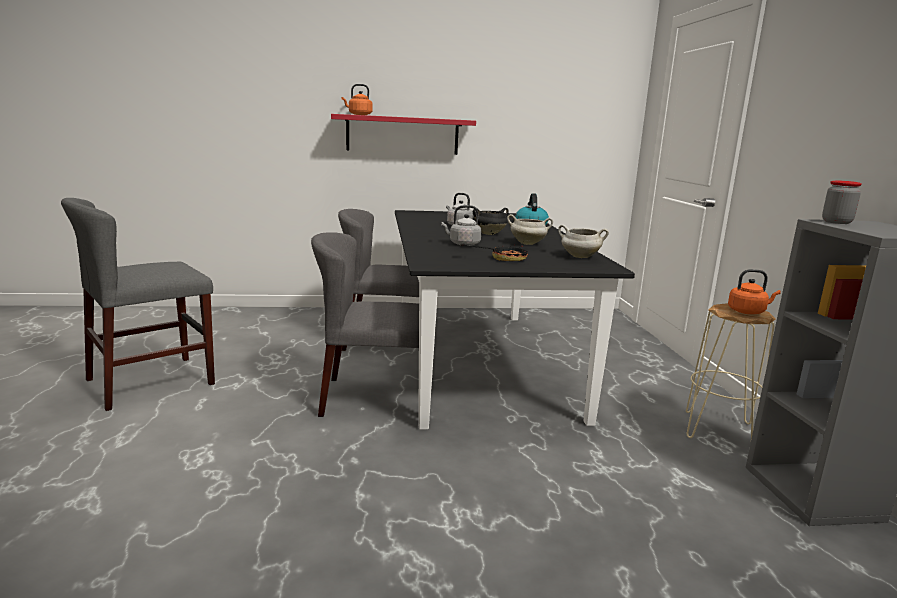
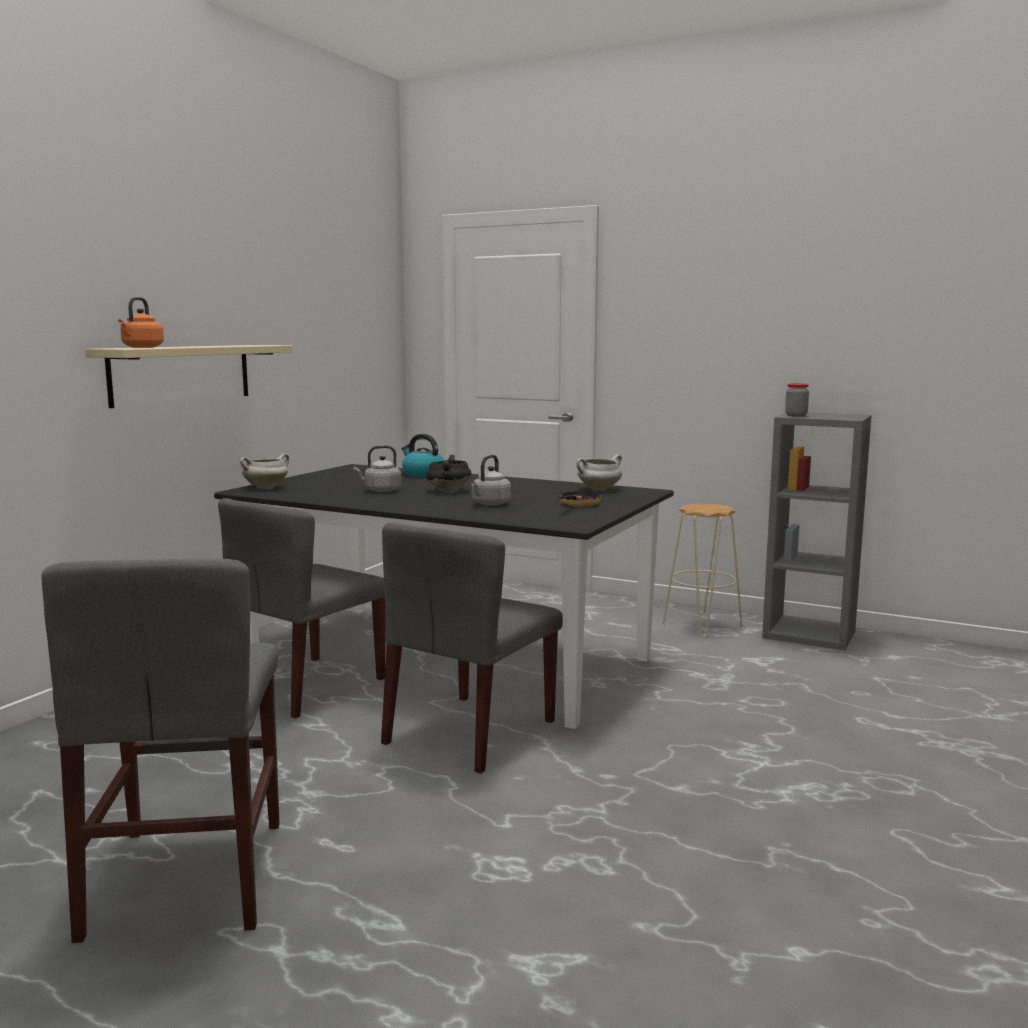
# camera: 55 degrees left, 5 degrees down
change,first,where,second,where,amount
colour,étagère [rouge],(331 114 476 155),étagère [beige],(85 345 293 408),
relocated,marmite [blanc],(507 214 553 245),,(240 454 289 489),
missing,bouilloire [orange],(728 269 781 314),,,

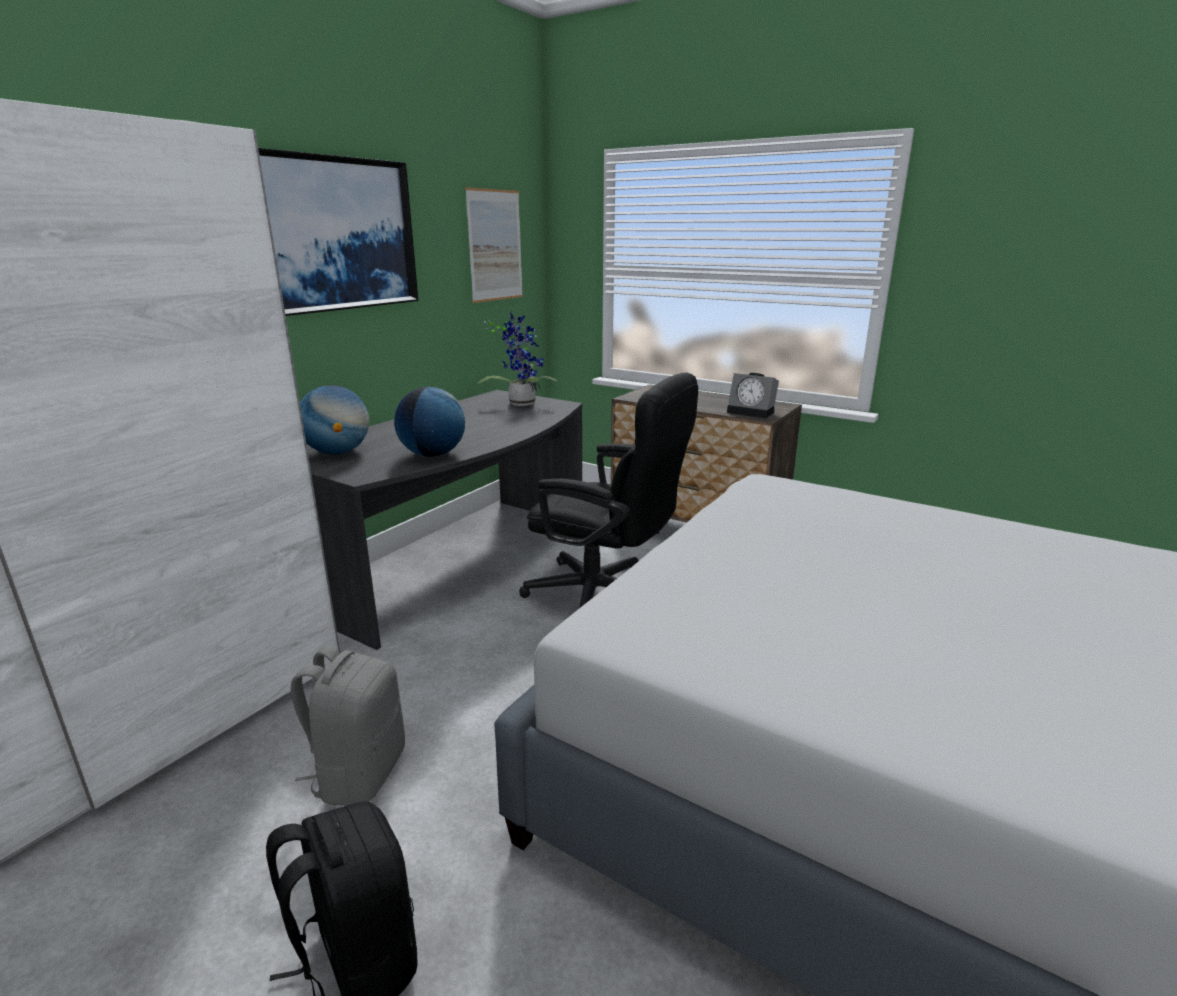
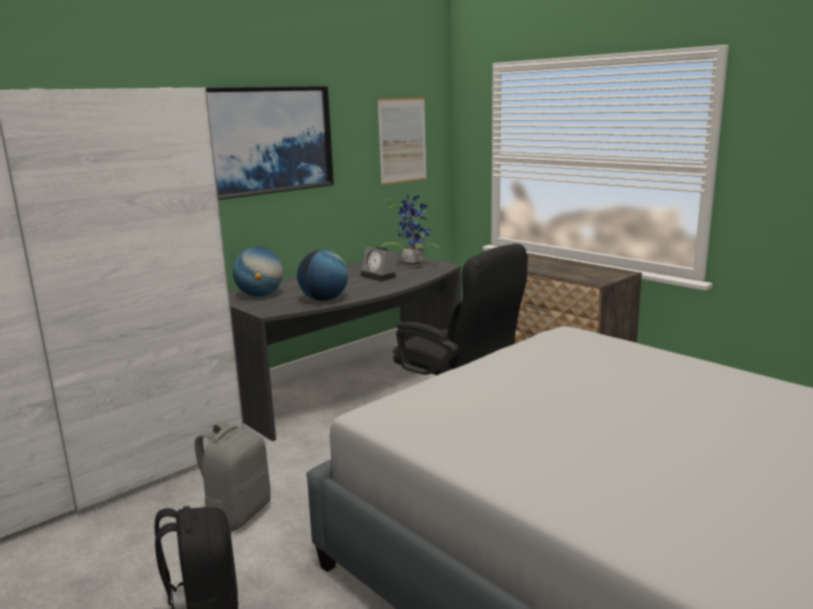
# camera: 15 degrees right, 5 degrees down
change,first,where,second,where,amount
relocated,réveil,(727 373 779 418),,(361 246 398 281),

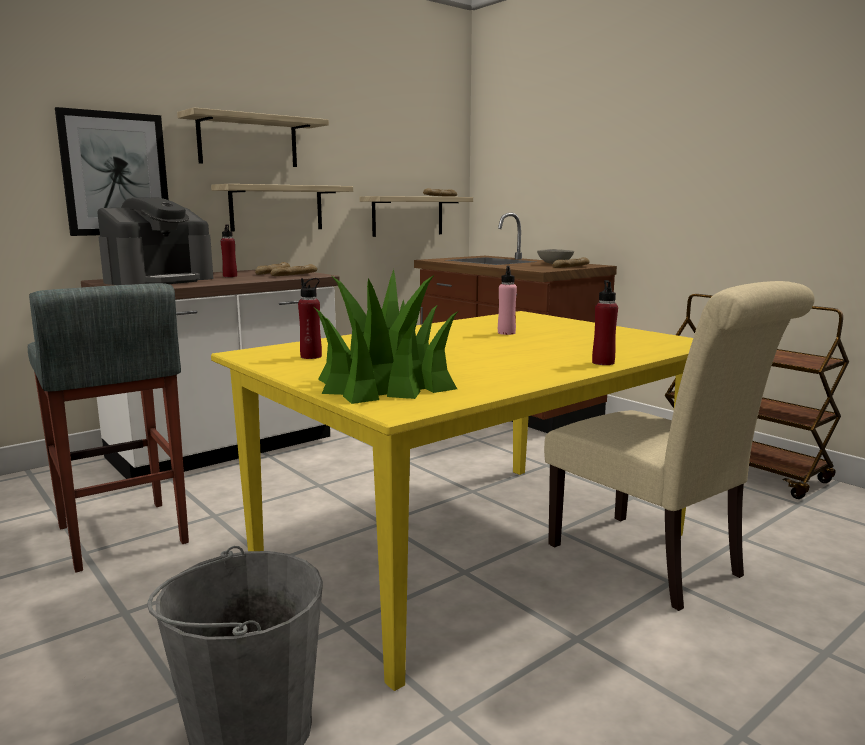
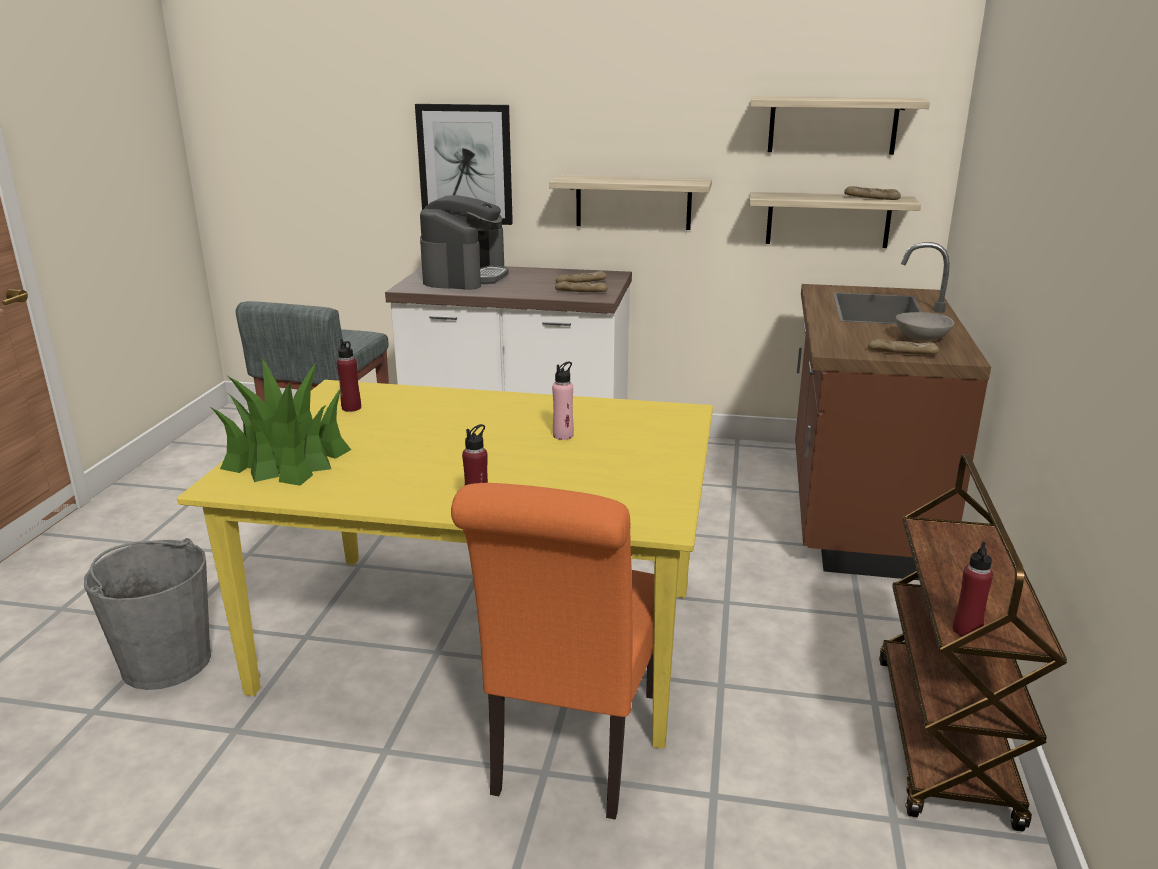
# camera: 50 degrees right, 10 degrees up
change,first,where,second,where,amount
relocated,étagère,(177 107 329 167),,(751 96 930 155),
spun,machine à café,(97 197 213 285),,(420 195 509 290),75 degrees counterclockwise
relocated,bouteille [rouge],(221 225 237 277),,(953 541 993 637),
colour,chaise [beige],(544 281 815 611),chaise [orange],(451 483 654 820),

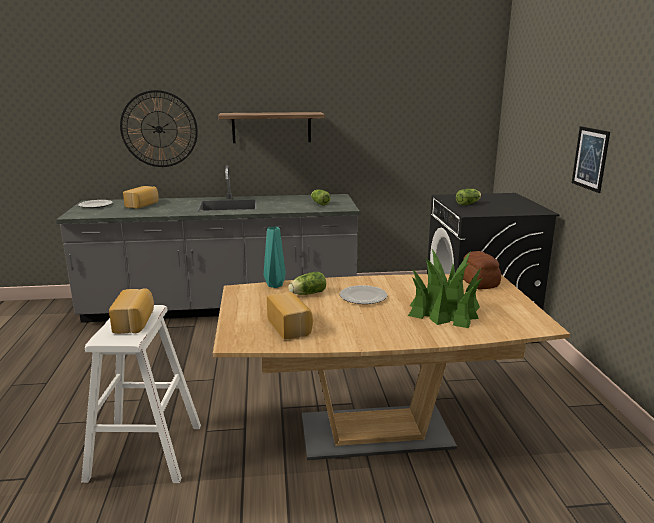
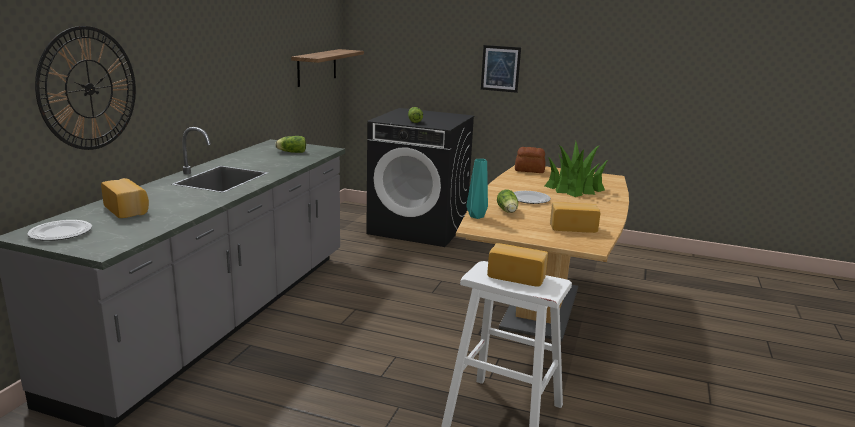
# camera: 65 degrees left, 0 degrees up
change,first,where,second,where,amount
relocated,étagère,(218 112 325 143),,(291 49 364 87),

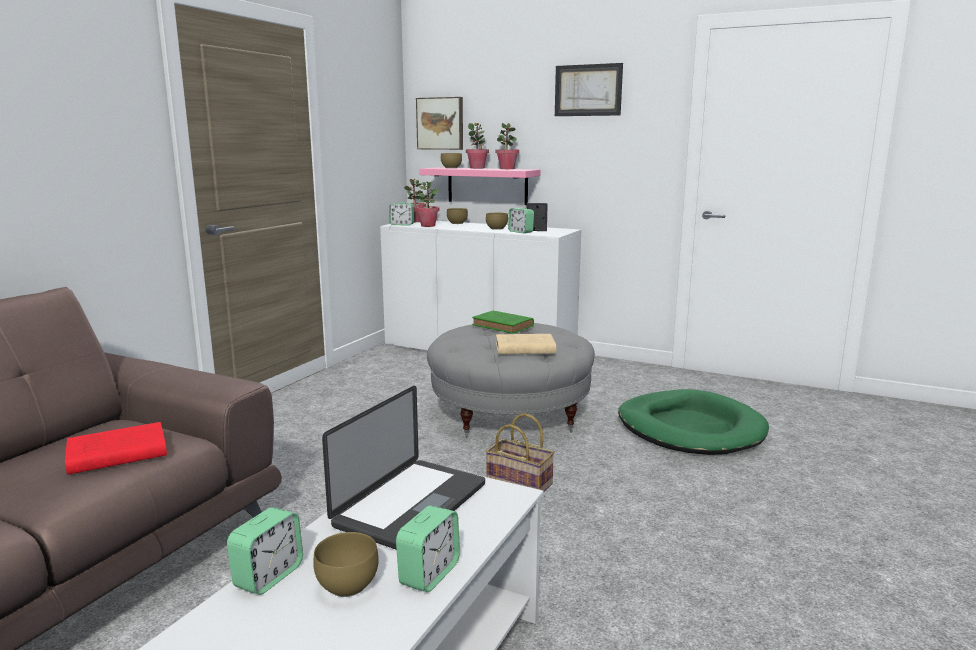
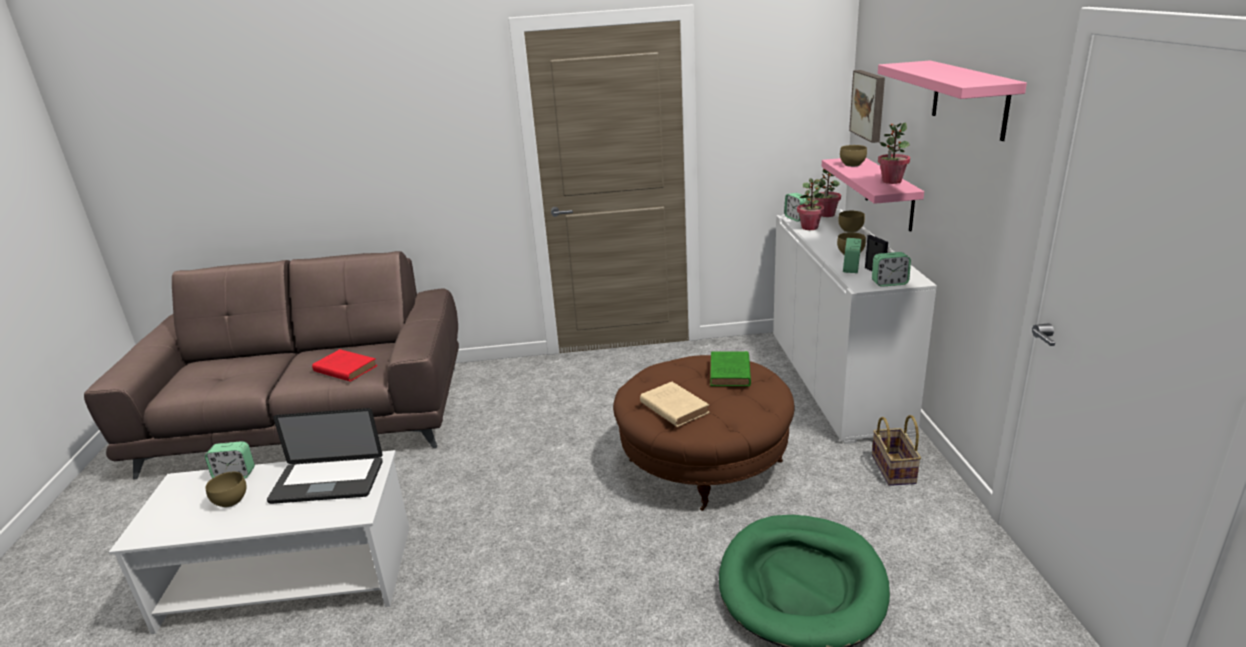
# camera: 60 degrees right, 10 degrees up
change,first,where,second,where,amount
exchanged,tableau,(555 63 623 116),étagère [rose],(878 61 1027 141),
missing,plante en pot,(466 123 489 169),,,
colour,pouf [gris],(427 323 595 438),pouf [marron],(613 355 795 511),
relocated,panier,(486 413 555 493),,(872 415 921 486),
relocated,réveil,(396 505 460 592),,(872 252 911 287),

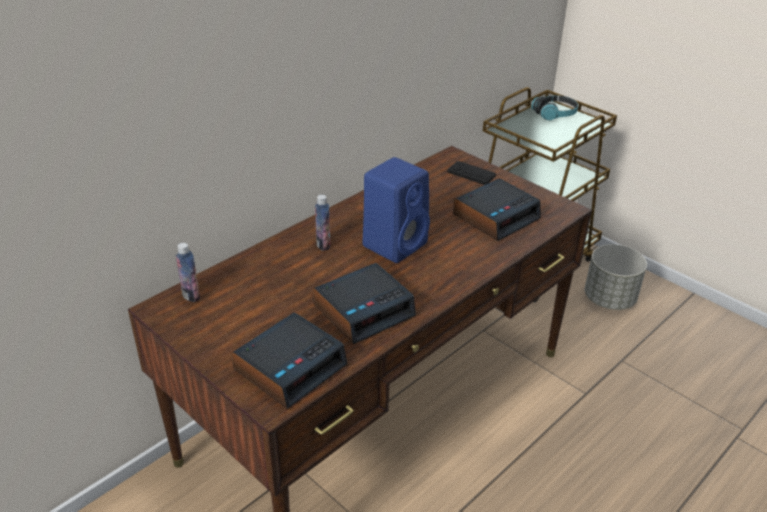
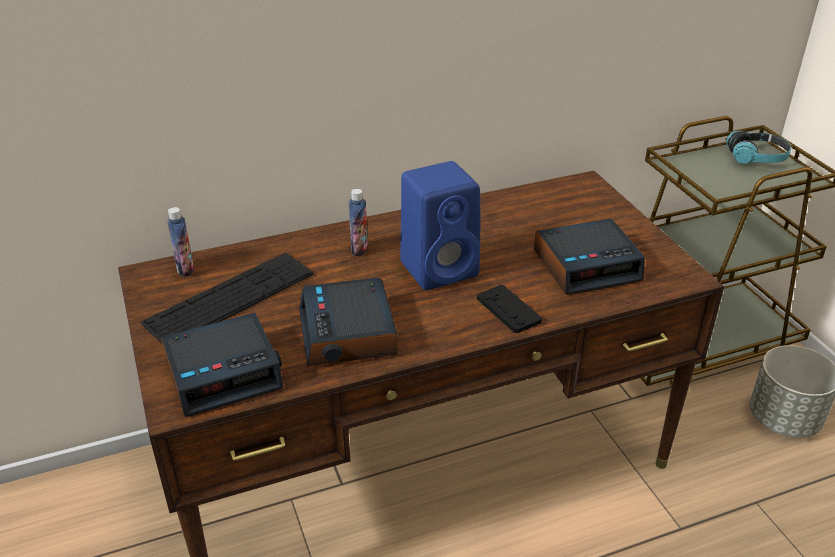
# camera: 25 degrees right, 0 degrees up
change,first,where,second,where,amount
relocated,manette [noir],(447 161 496 185),,(477 285 542 333),
spun,réveil,(313 263 416 344),,(299 278 398 366),90 degrees clockwise
appeared,,,clavier,(141 253 313 343),

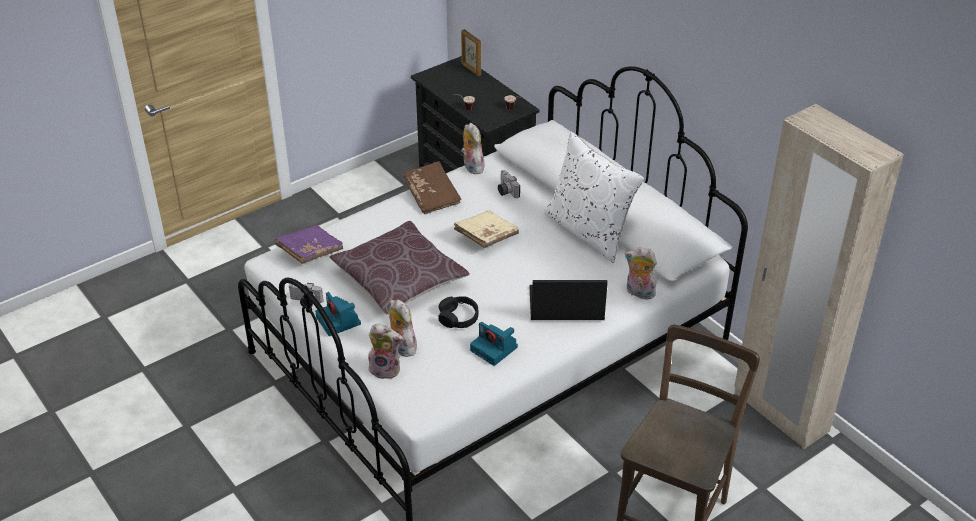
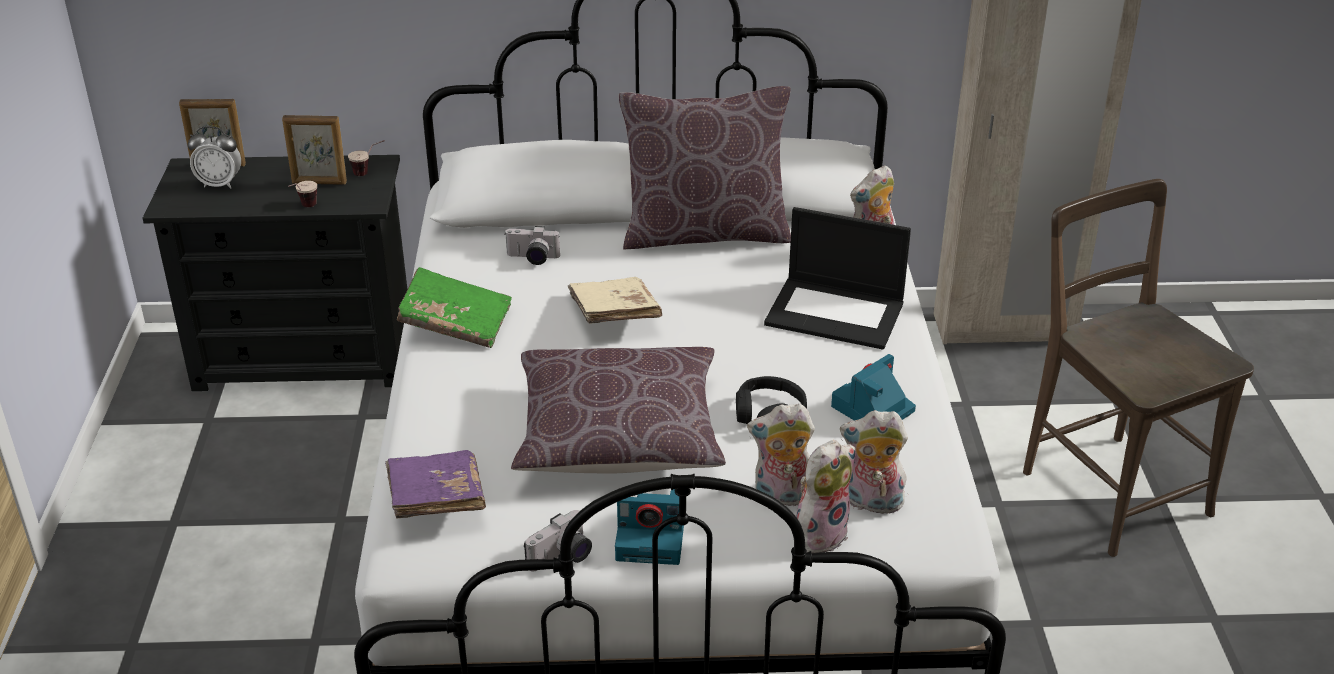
# camera: 55 degrees left, 5 degrees down
change,first,where,second,where,amount
relocated,peluche,(461 123 484 174),,(840 410 908 514),
colour,coussin [blanc],(544 132 644 263),coussin [marron],(619 86 791 249),
colour,livre [marron],(403 161 462 214),livre [vert],(397 267 512 348),
spun,ordinateur portable,(530 280 608 320),,(764 207 911 350),105 degrees counterclockwise
spun,appareil photo,(470 322 518 366),,(831 354 916 420),150 degrees clockwise
appeared,,,cadre photo,(282 115 347 185),
appeared,,,réveil,(187 126 241 188),

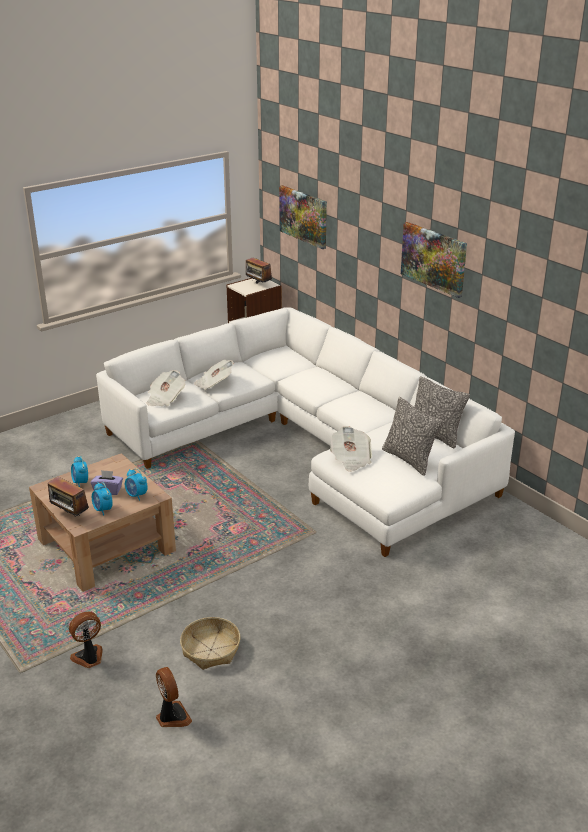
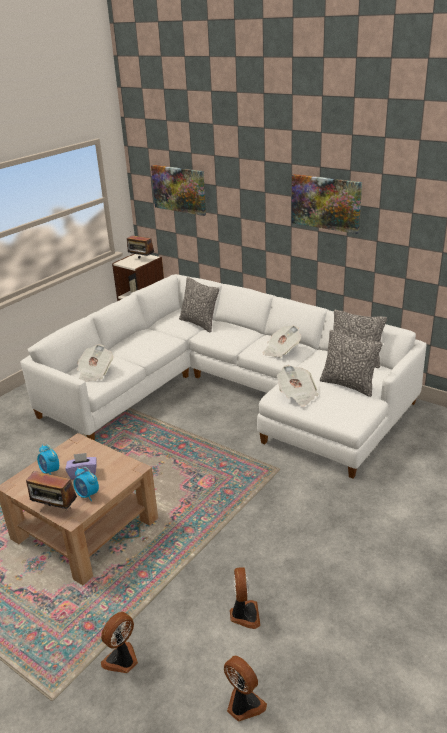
# camera: 15 degrees left, 0 degrees up
change,first,where,second,where,amount
relocated,journal,(195 360 234 390),,(263 326 301 358),
missing,réveil,(125 468 148 501),,,
exchanged,panier,(180 617 240 670),ventilateur,(230 568 260 629),
appeared,,,coussin,(179 277 219 333),

